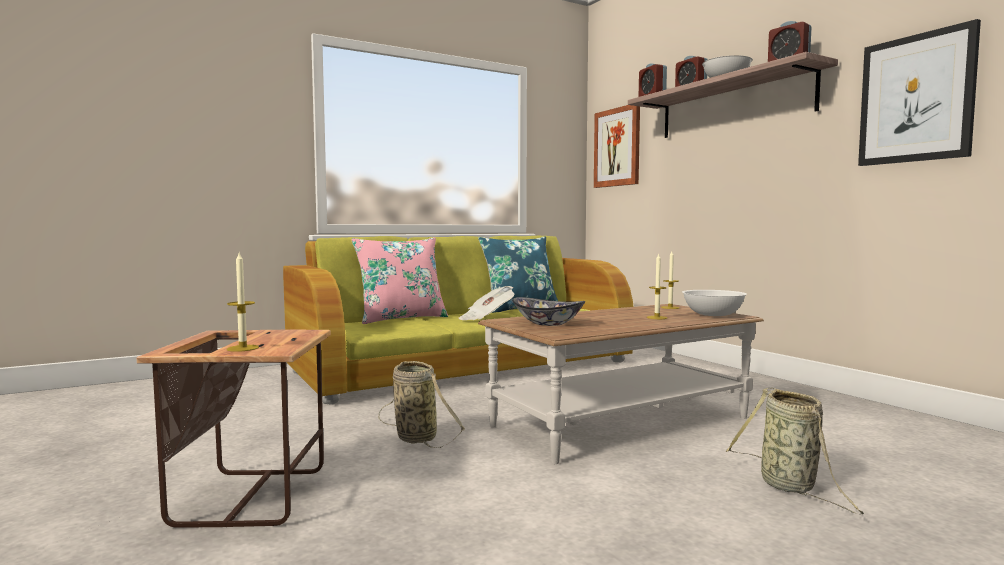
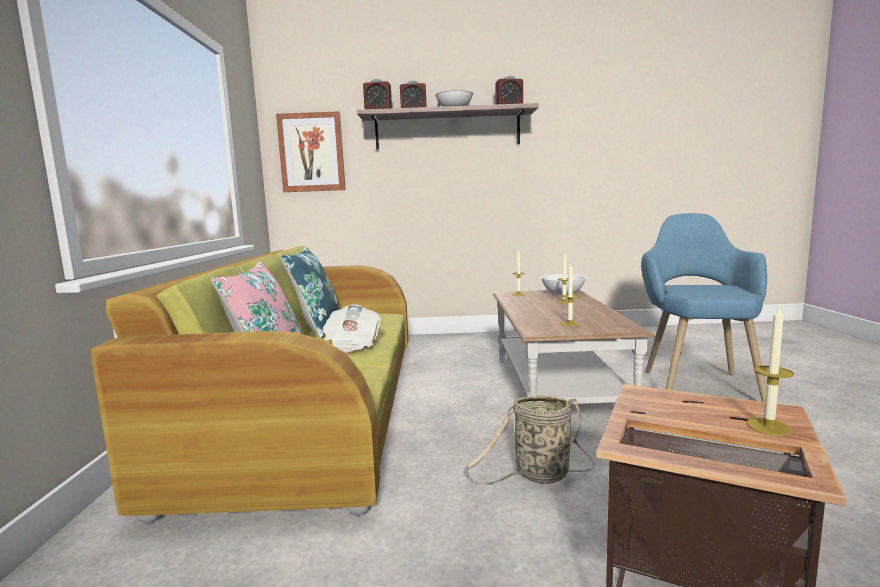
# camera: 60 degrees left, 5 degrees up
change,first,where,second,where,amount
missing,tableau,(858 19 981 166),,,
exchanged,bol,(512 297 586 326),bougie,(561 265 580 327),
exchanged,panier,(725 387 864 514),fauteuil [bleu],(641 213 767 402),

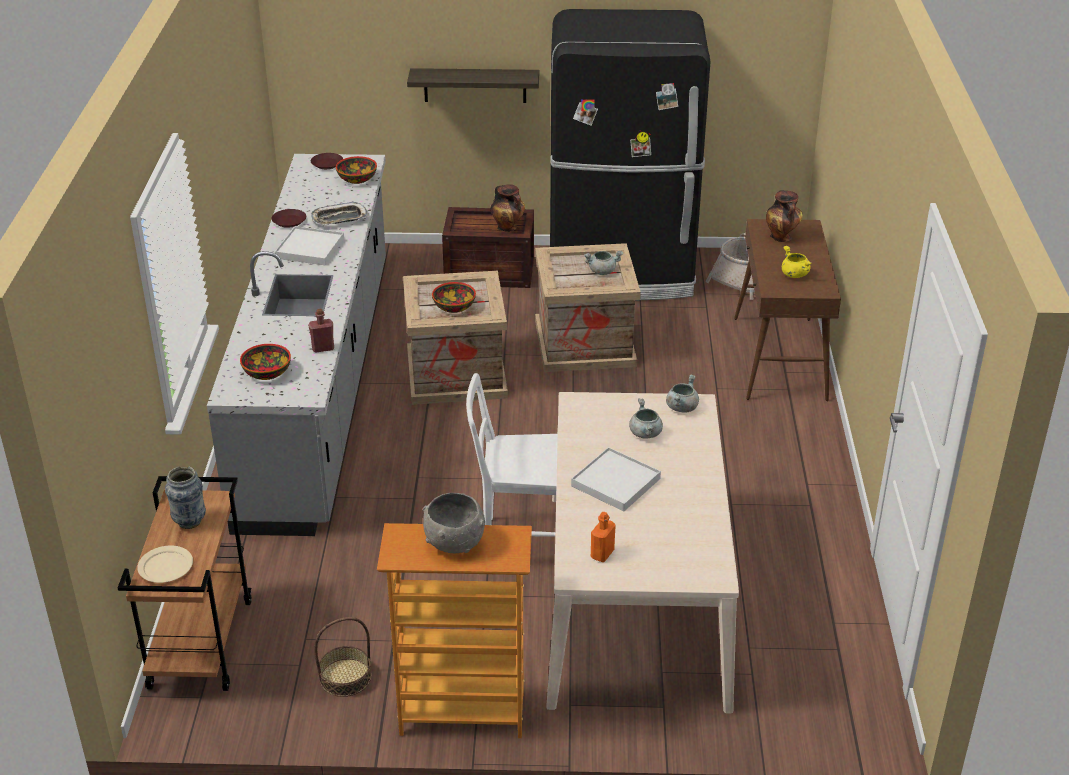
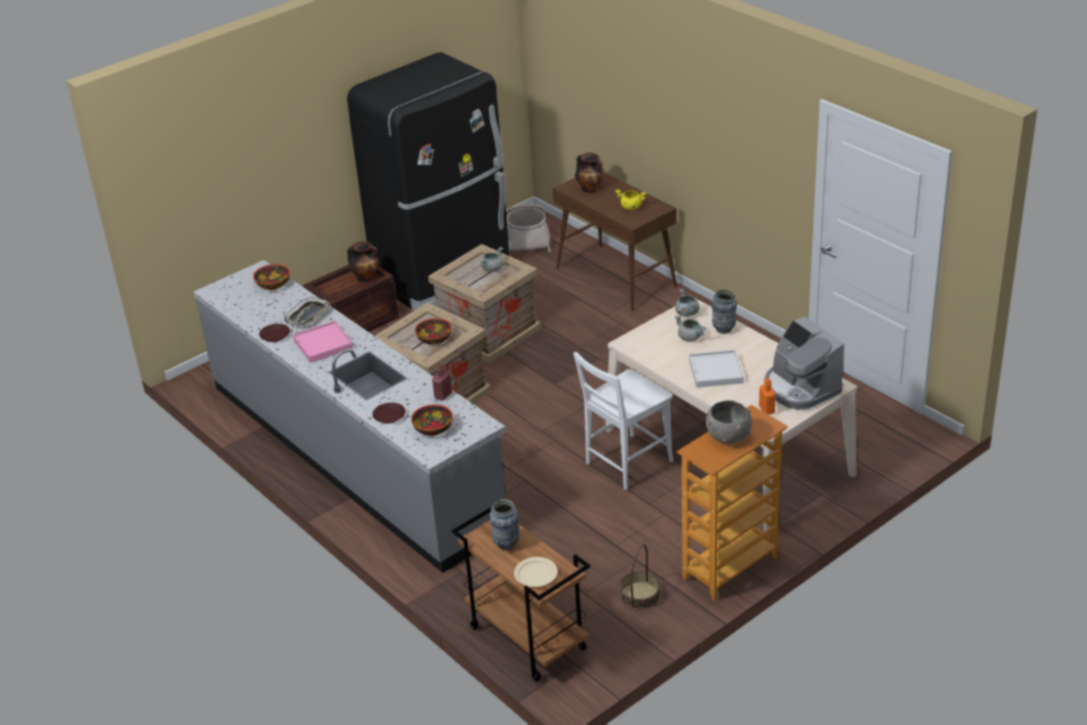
# camera: 40 degrees left, 0 degrees up
change,first,where,second,where,amount
missing,étagère,(407 68 539 103),,,
relocated,assiette [marron],(311 153 343 169),,(372 403 406 424),
colour,plateau [blanc],(275 226 344 265),plateau [rose],(293 321 353 363),
appeared,,,vase,(712 289 737 334),
appeared,,,machine à café,(764 316 844 410),

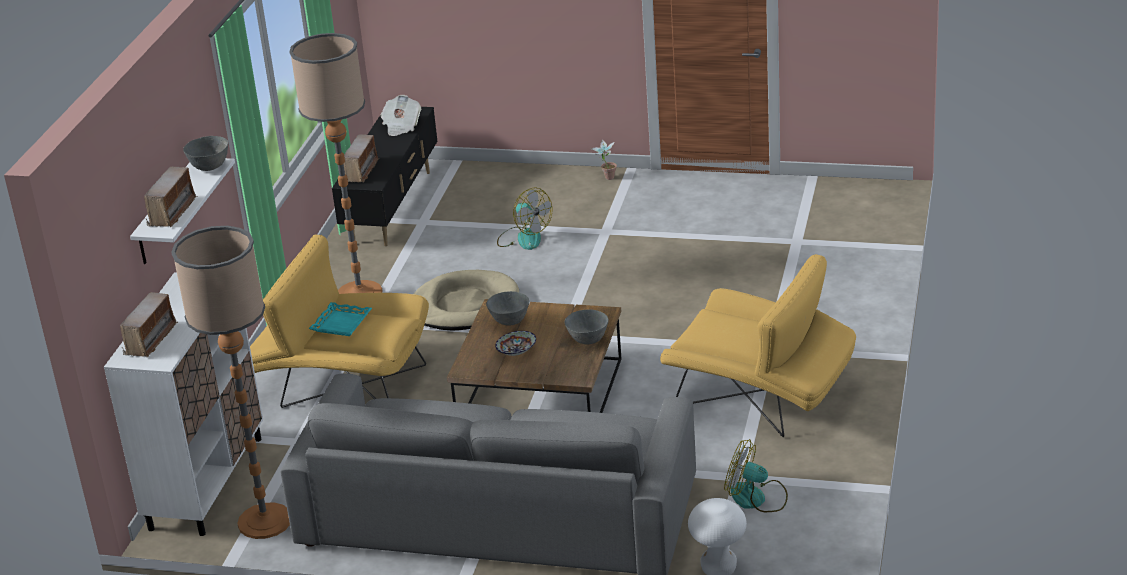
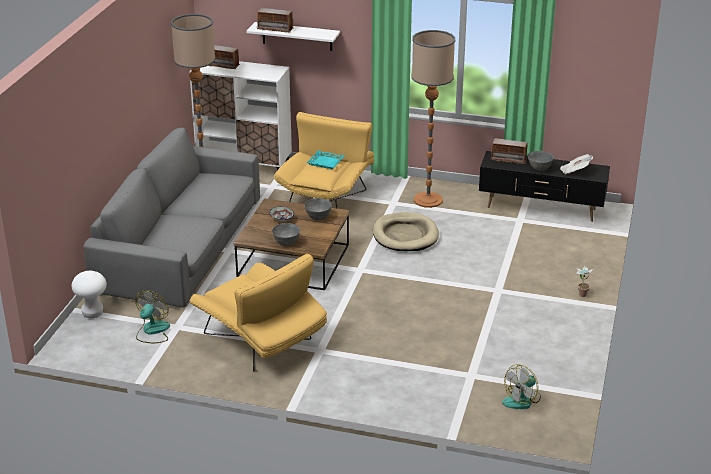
# camera: 90 degrees right, 0 degrees up
change,first,where,second,where,amount
relocated,bol [gris],(183 136 229 171),,(528 151 554 171),
relocated,ventilateur,(497 187 552 250),,(502 365 541 409),
spun,fauteuil [jaune],(660 254 856 437),,(189 254 327 372),75 degrees counterclockwise

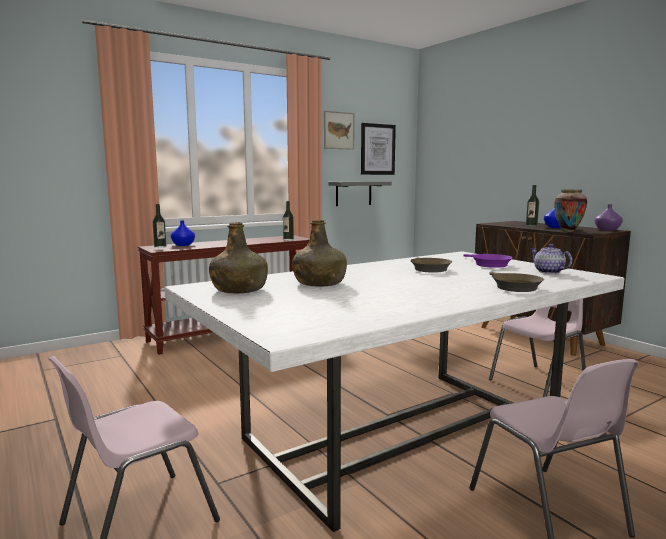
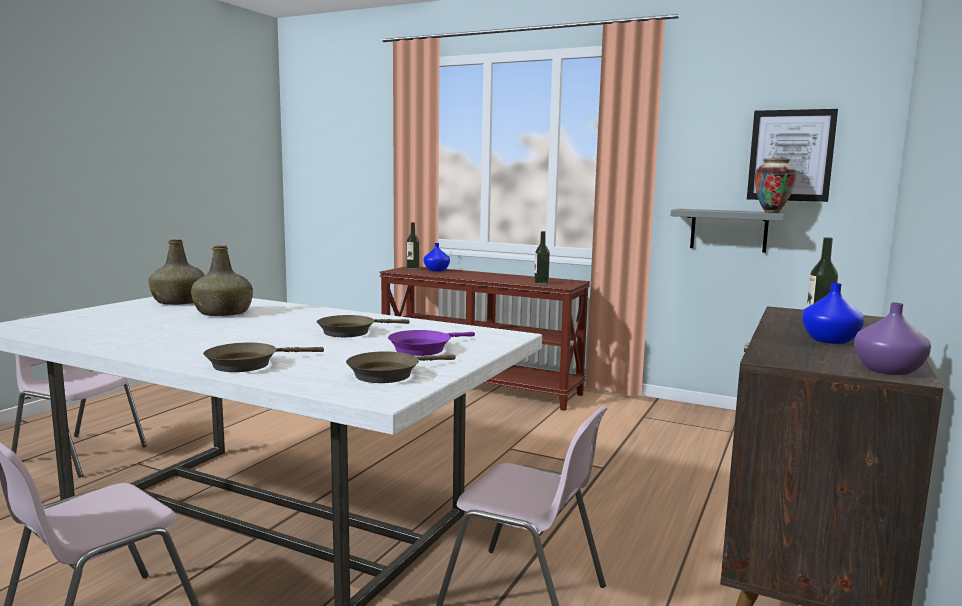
# camera: 60 degrees right, 0 degrees up
change,first,where,second,where,amount
missing,tableau,(324 111 355 150),,,
relocated,vase,(554 189 587 232),,(755 158 796 213),
exchanged,théière,(531 244 572 274),poêle [marron],(346 351 456 383),

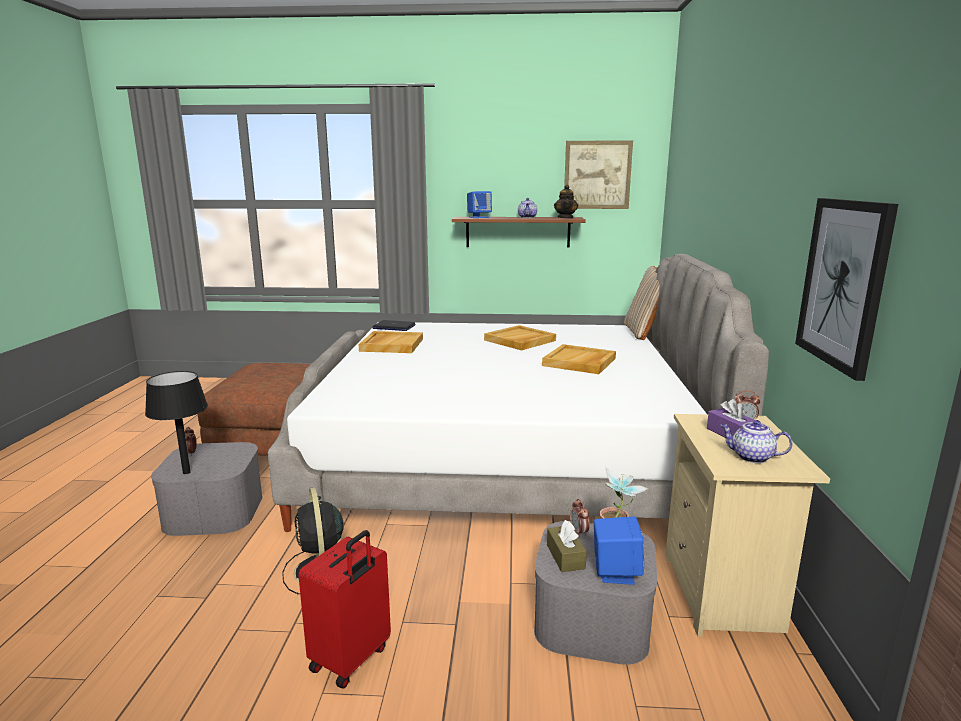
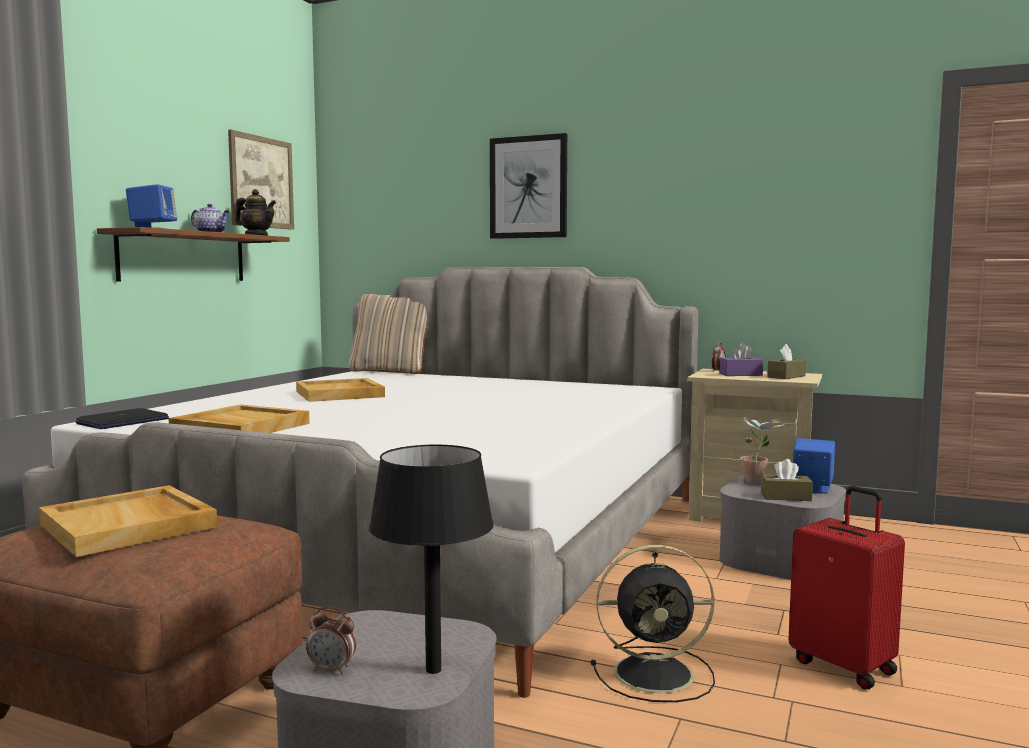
# camera: 70 degrees left, 10 degrees down
change,first,where,second,where,amount
relocated,tableau,(795 198 898 381),,(490 133 567 239),
relocated,plateau [beige],(542 344 616 374),,(39 485 217 557),
exchanged,théière,(720 420 793 463),boîte à mouchoirs [marron],(767 344 806 379),
missing,réveil,(570 499 590 537),,,

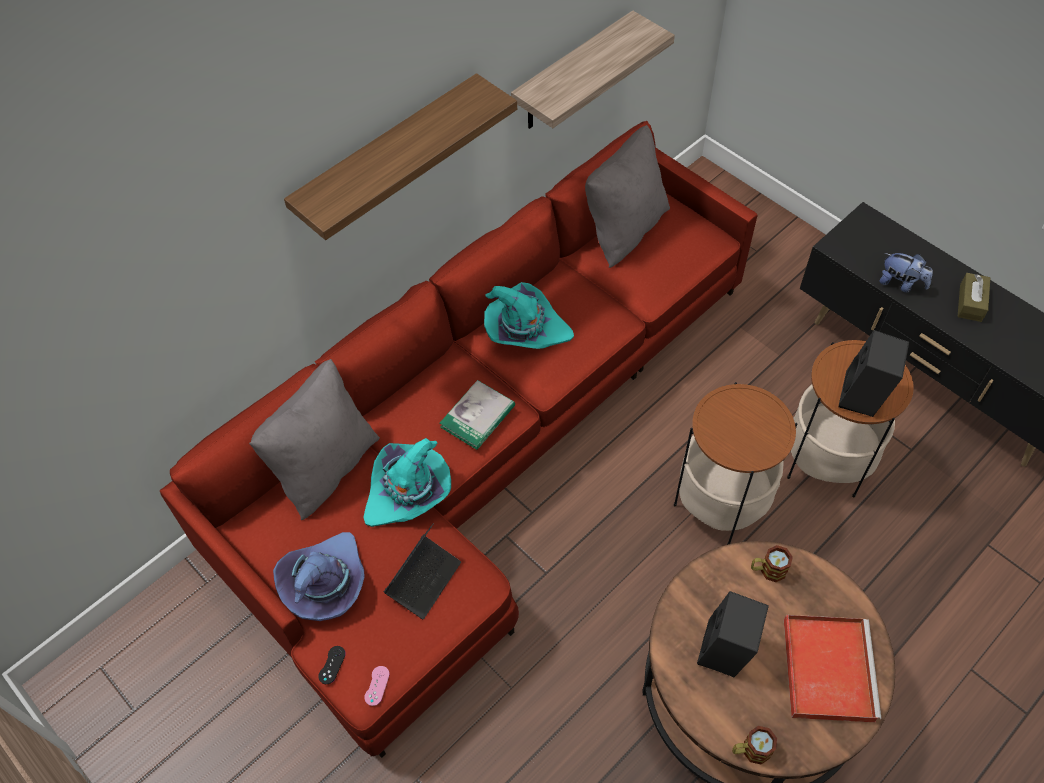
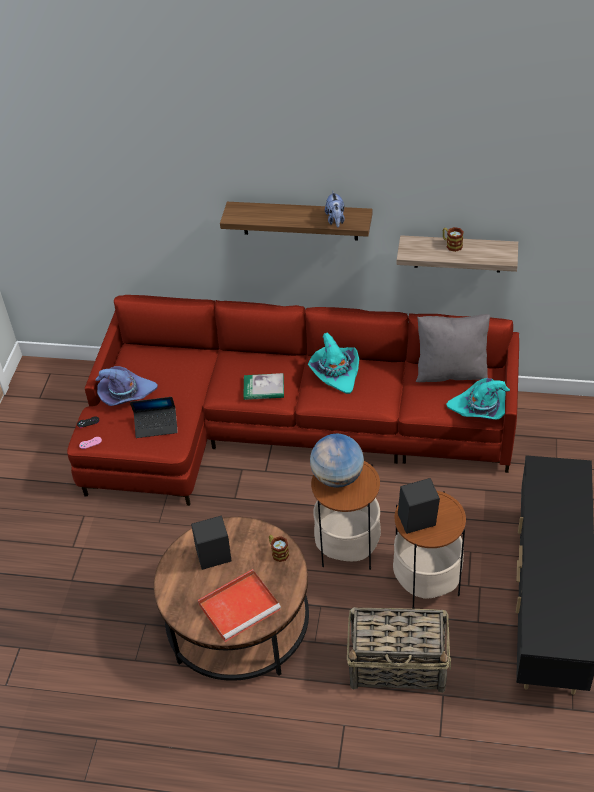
# camera: 55 degrees right, 10 degrees down
change,first,where,second,where,amount
relocated,peluche,(879 253 933 293),,(325 191 345 227),
missing,boîte à mouchoirs [marron],(957 273 990 322),,,
missing,coussin [gris],(249 359 380 520),,,
relocated,chapeau [turquoise],(363 438 451 527),,(446 378 510 420),
relocated,mug,(732 726 777 765),,(443 227 464 252),
appeared,,,globe,(310 433 364 488),
appeared,,,panier,(347 607 451 693),

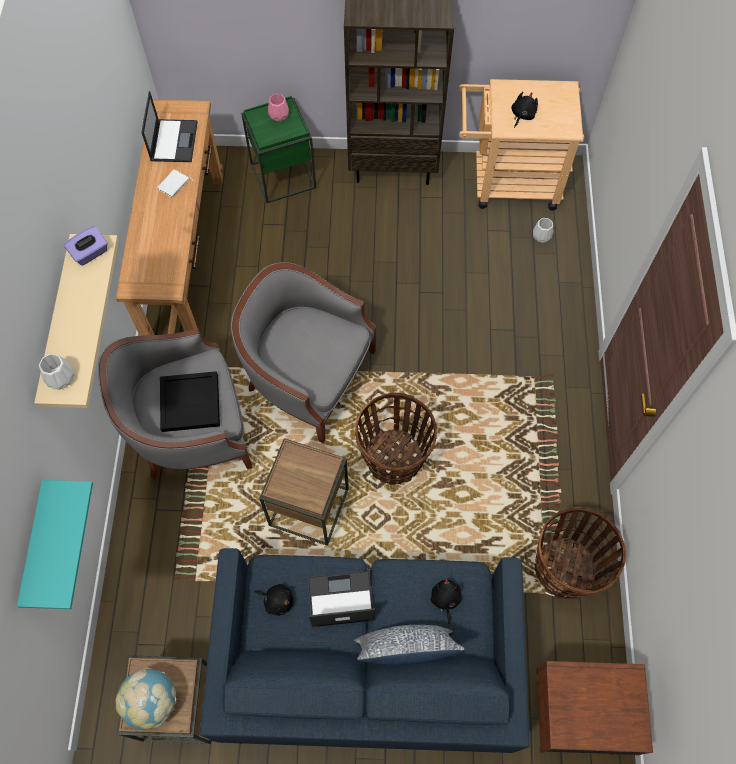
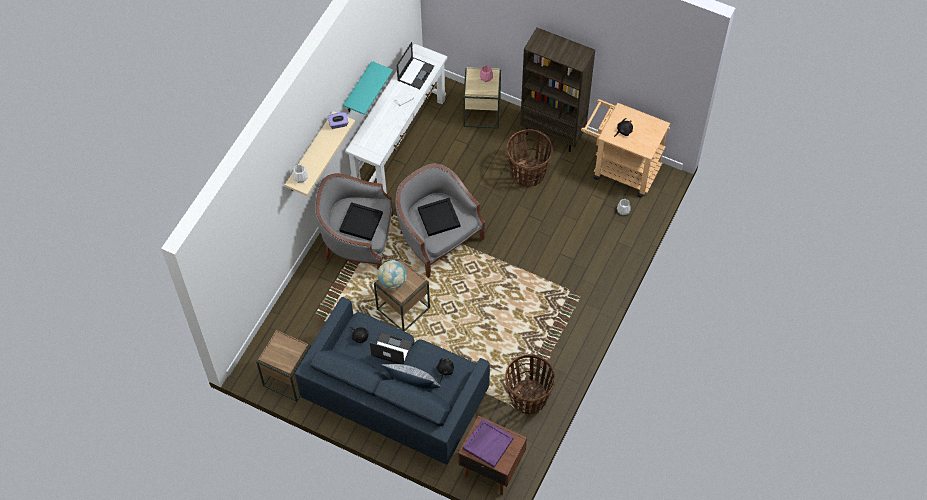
# camera: 25 degrees right, 5 degrees down
change,first,where,second,where,amount
colour,table d'appoint [vert],(241 96 316 203),table d'appoint [beige],(463 67 501 128),
colour,table console [marron],(116 99 223 336),table console [blanc],(345 43 448 194),
relocated,panier,(355 392 437 485),,(506 129 553 188),
relocated,étagère [turquoise],(17 480 93 609),,(343 61 393 115),
relocated,globe,(116 668 176 730),,(377 260 407 289),
appeared,,,plateau [noir],(418 198 460 236),
appeared,,,plateau [violet],(463 418 514 468),

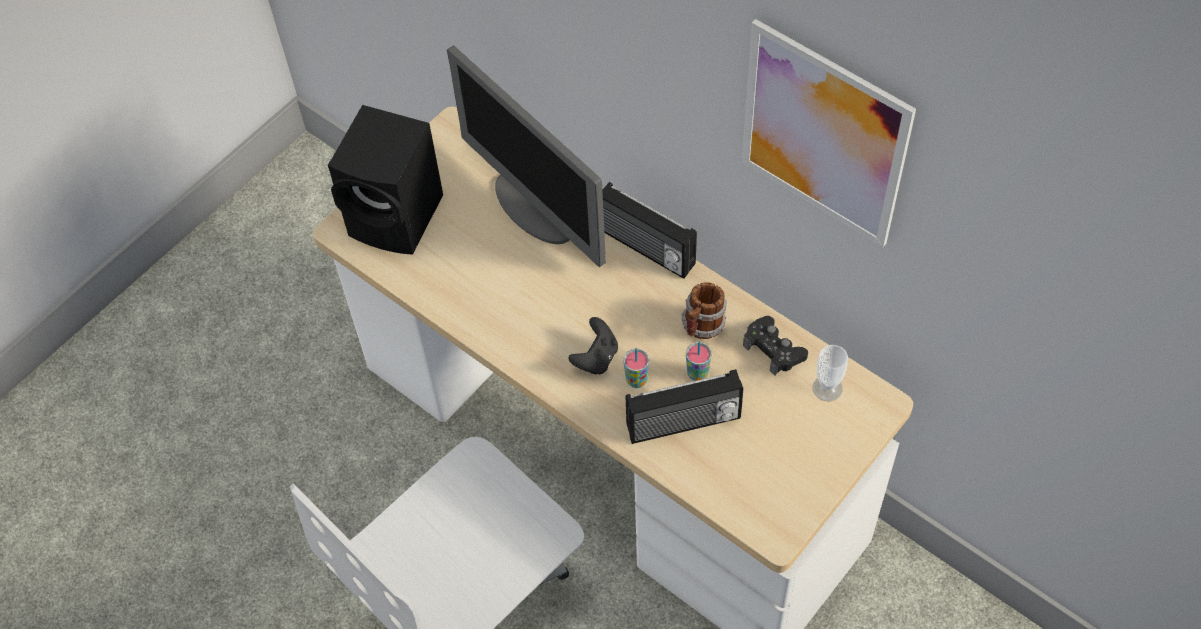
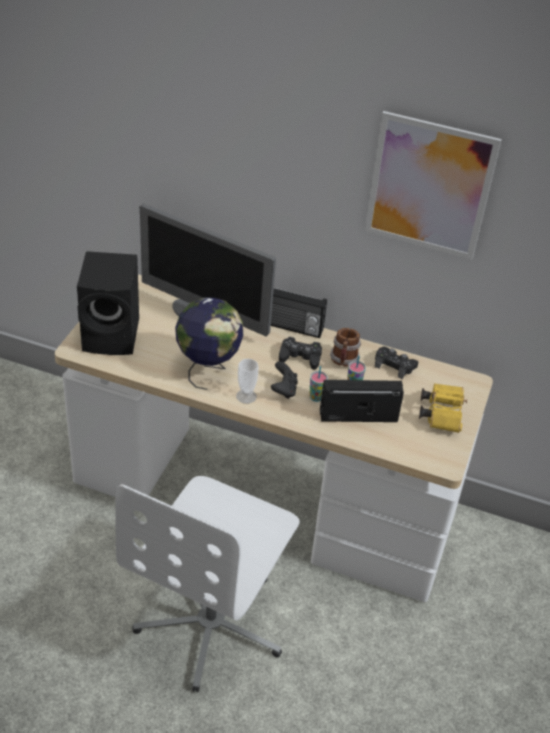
# camera: 25 degrees left, 15 degrees down
change,first,where,second,where,amount
relocated,tasse,(813 345 848 401),,(236 359 258 404),
spun,radio,(626 369 743 444),,(320 380 404 422),150 degrees counterclockwise
appeared,,,globe,(175 297 243 390),
appeared,,,manette [noir],(279 337 322 370),
appeared,,,jumelles [jaune],(419 384 467 433),

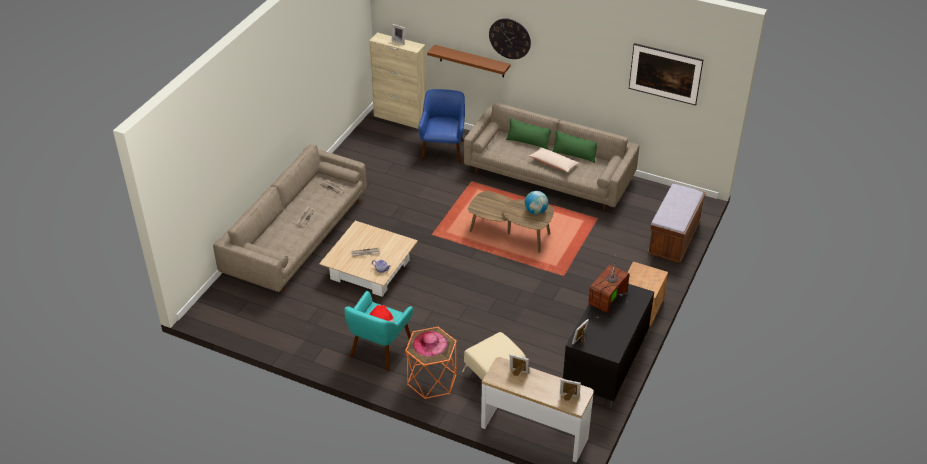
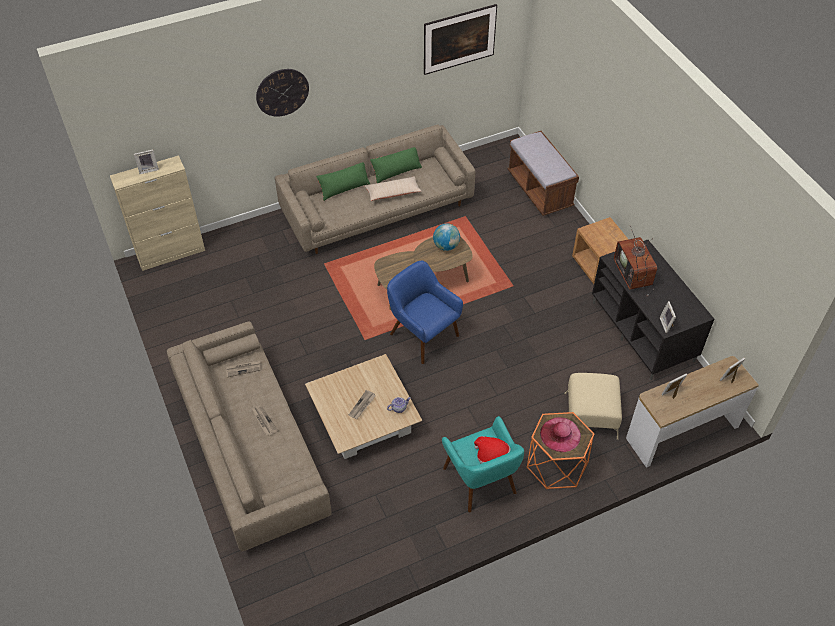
# camera: 50 degrees left, 10 degrees up
change,first,where,second,where,amount
missing,étagère [marron],(427 45 511 77),,,
relocated,fauteuil [bleu],(418 89 465 164),,(387 261 463 364),

